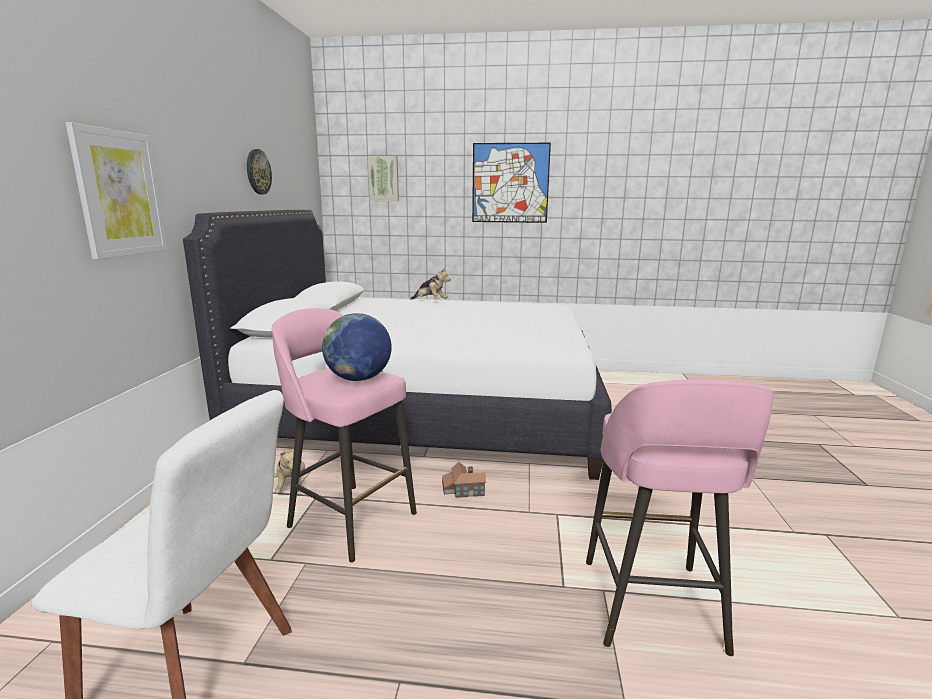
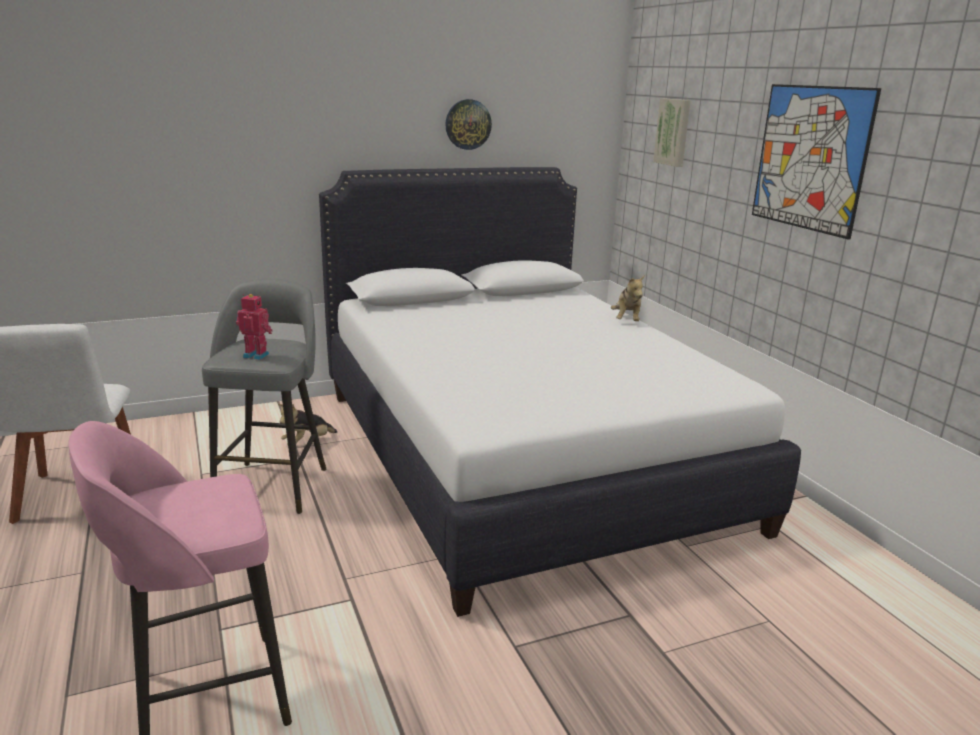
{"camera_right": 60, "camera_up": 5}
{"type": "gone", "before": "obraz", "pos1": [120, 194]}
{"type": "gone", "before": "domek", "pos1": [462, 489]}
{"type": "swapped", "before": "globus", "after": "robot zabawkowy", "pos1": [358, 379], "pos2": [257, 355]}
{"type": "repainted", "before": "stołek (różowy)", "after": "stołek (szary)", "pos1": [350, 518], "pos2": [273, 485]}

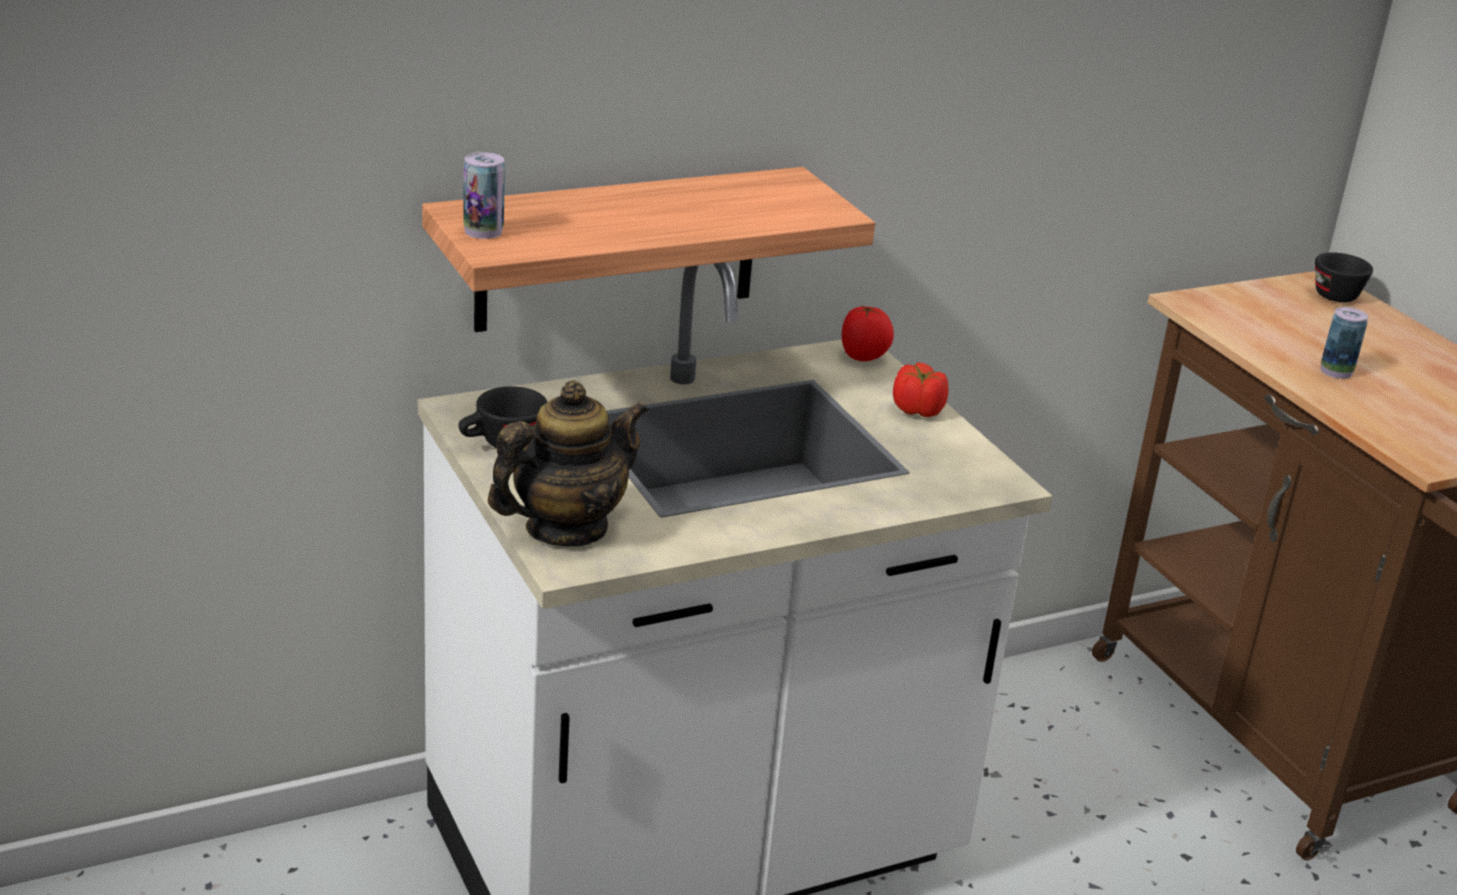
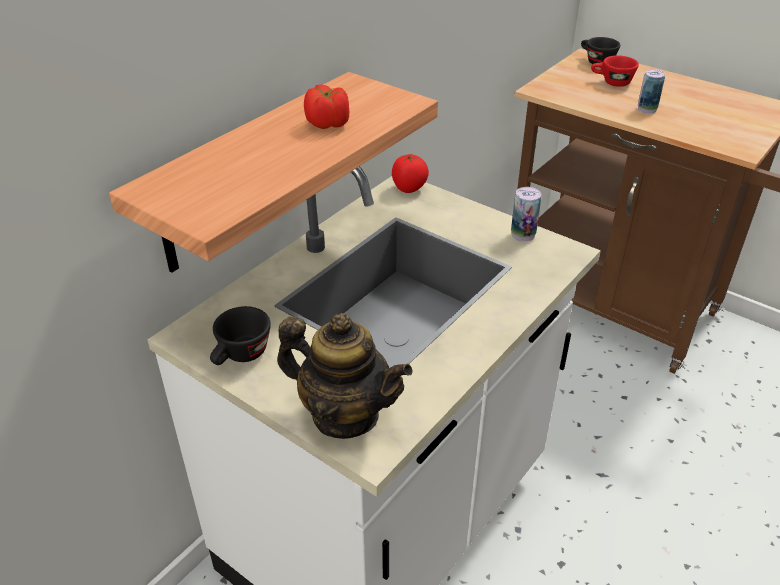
{"camera_right": -25, "camera_up": 10}
{"type": "new", "after": "filiżanka (czerwony)", "pos2": [611, 82]}
{"type": "shifted", "before": "puszka", "pos1": [483, 231], "pos2": [523, 234]}
{"type": "shifted", "before": "pomidor", "pos1": [918, 410], "pos2": [328, 124]}
{"type": "rotated", "before": "imbryk", "pos1": [566, 528], "pos2": [345, 415], "turn": 90}

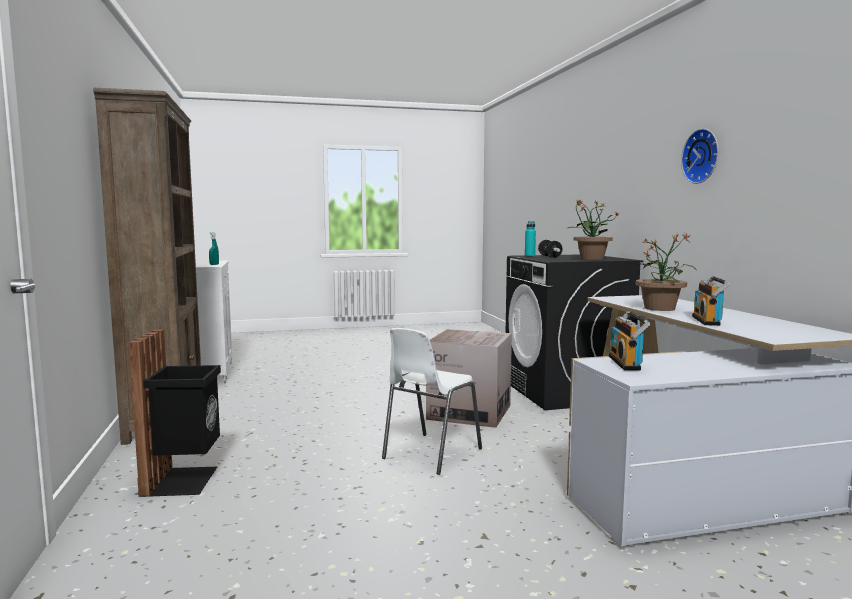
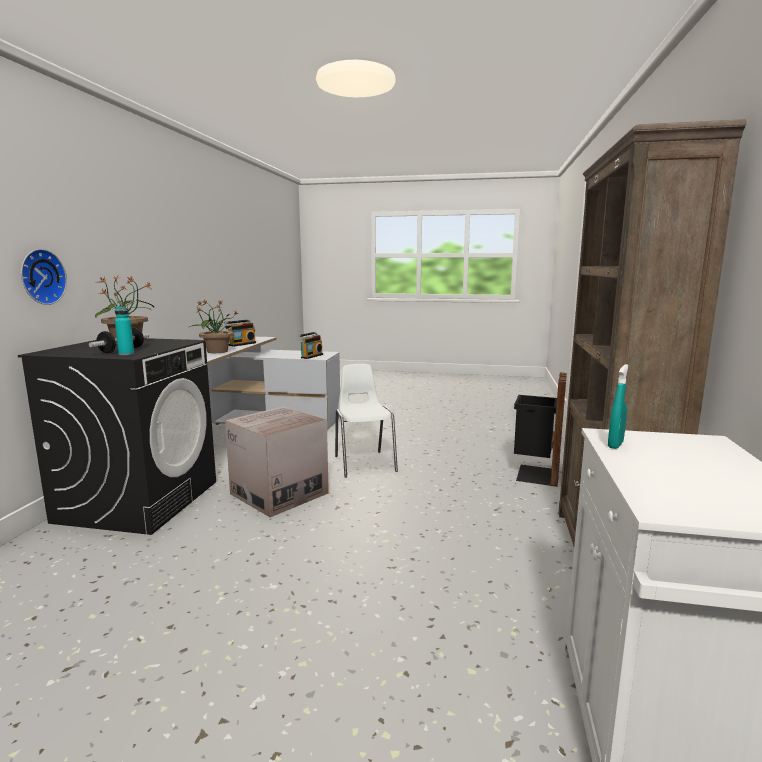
{"camera_right": -155, "camera_up": 5}
{"type": "shifted", "before": "zegar ścienny", "pos1": [703, 156], "pos2": [40, 277]}
{"type": "rotated", "before": "krzesło (biały)", "pos1": [430, 454], "pos2": [364, 463], "turn": -75}

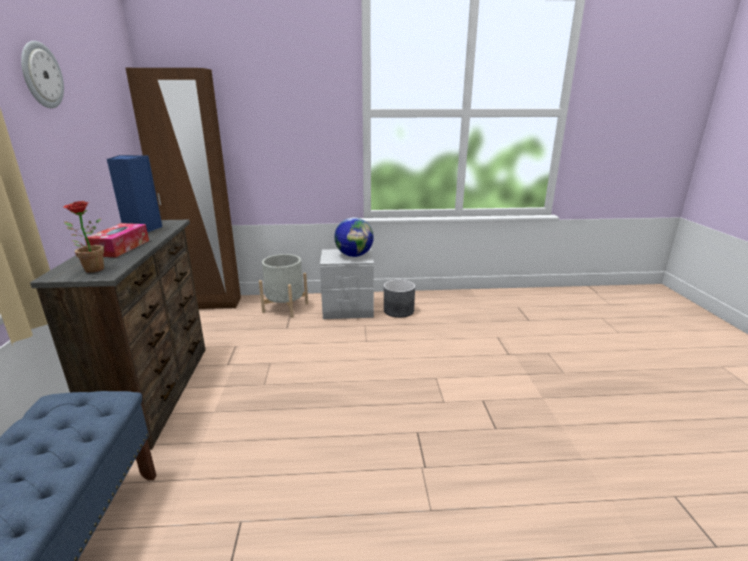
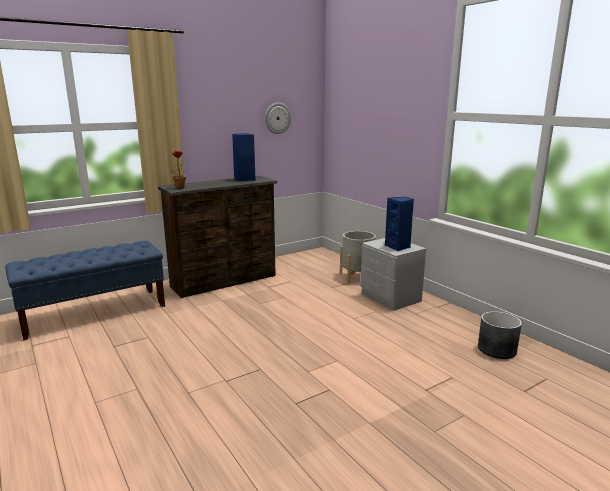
{"camera_right": 60, "camera_up": -5}
{"type": "gone", "before": "pudełko chusteczek", "pos1": [120, 248]}
{"type": "gone", "before": "szafa (brązowy)", "pos1": [208, 304]}
{"type": "shifted", "before": "zegar ścienny", "pos1": [41, 75], "pos2": [277, 118]}
{"type": "shifted", "before": "donica (szary)", "pos1": [398, 311], "pos2": [496, 349]}
{"type": "swapped", "before": "globus", "after": "głośnik (niebieski)", "pos1": [354, 255], "pos2": [398, 247]}

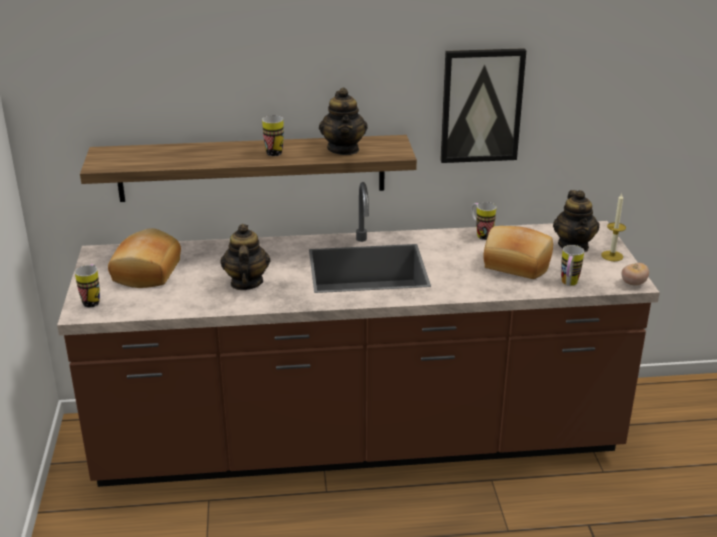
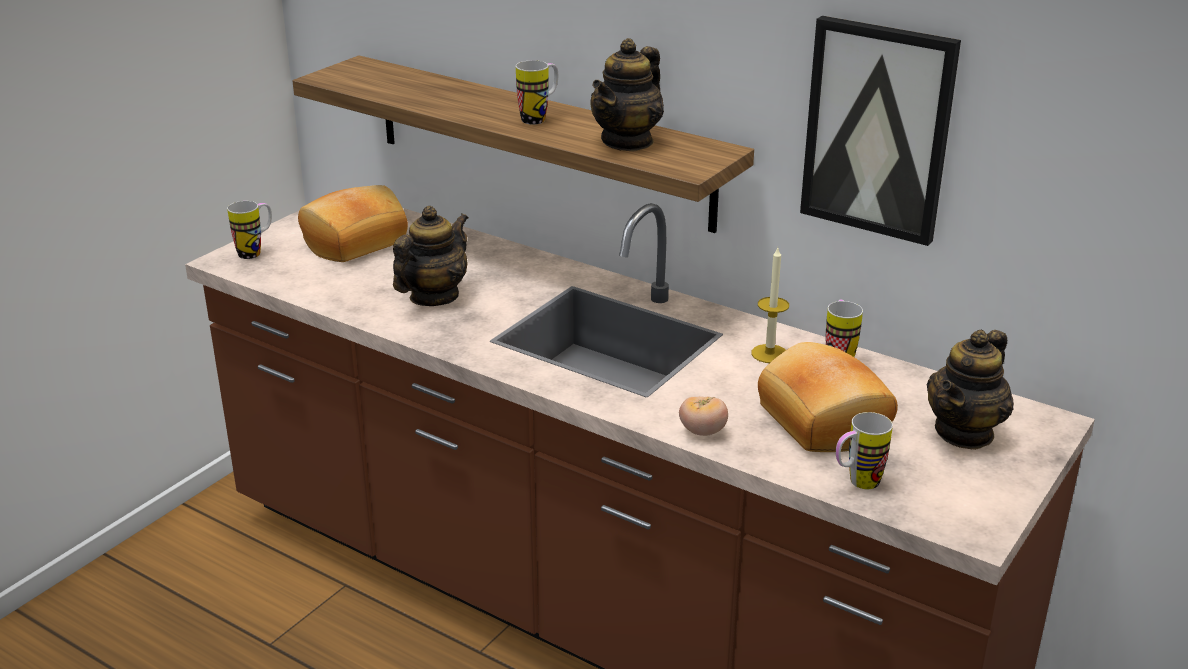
{"camera_right": 40, "camera_up": 0}
{"type": "shifted", "before": "świeca", "pos1": [612, 256], "pos2": [769, 354]}
{"type": "shifted", "before": "pomidor", "pos1": [633, 283], "pos2": [702, 431]}

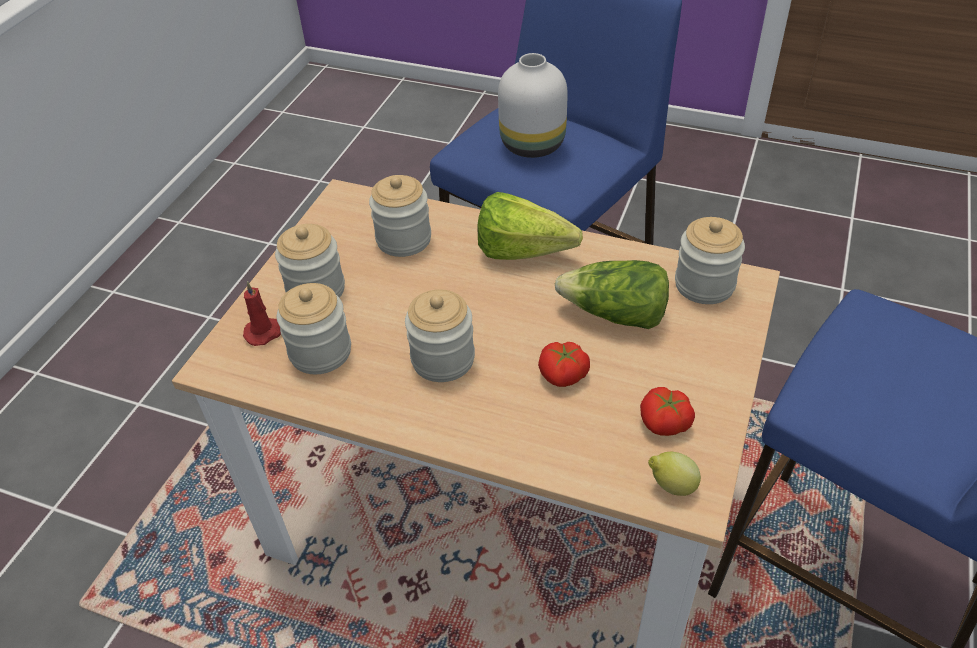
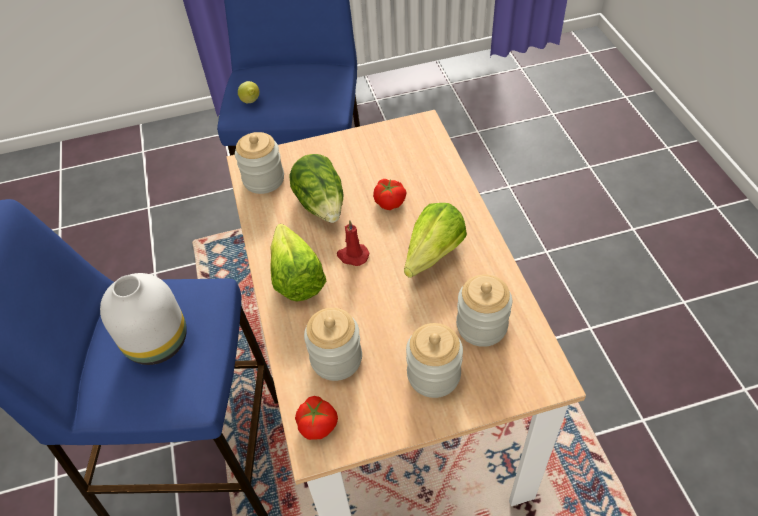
{"camera_right": -125, "camera_up": 5}
{"type": "shifted", "before": "świeca (czerwony)", "pos1": [265, 332], "pos2": [352, 255]}
{"type": "shifted", "before": "pomidor", "pos1": [665, 423], "pos2": [318, 424]}
{"type": "shifted", "before": "cytryna", "pos1": [671, 486], "pos2": [251, 102]}
{"type": "swapped", "before": "słoik", "after": "sałata", "pos1": [443, 359], "pos2": [427, 259]}

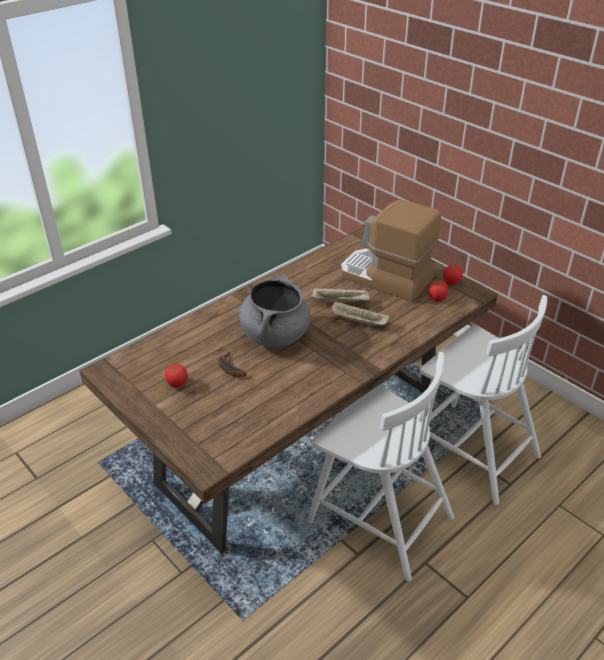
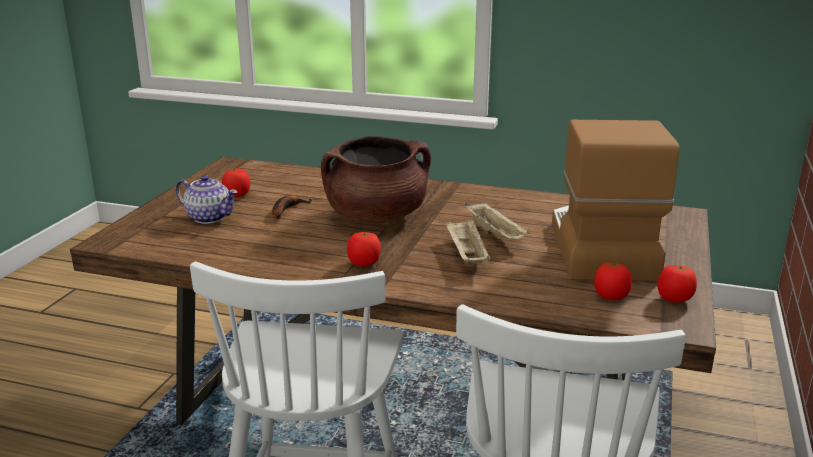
{"camera_right": 60, "camera_up": -15}
{"type": "new", "after": "imbryk", "pos2": [209, 217]}
{"type": "new", "after": "pomidor", "pos2": [364, 263]}
{"type": "repainted", "before": "garnek (szary)", "after": "garnek (brązowy)", "pos1": [275, 335], "pos2": [376, 216]}

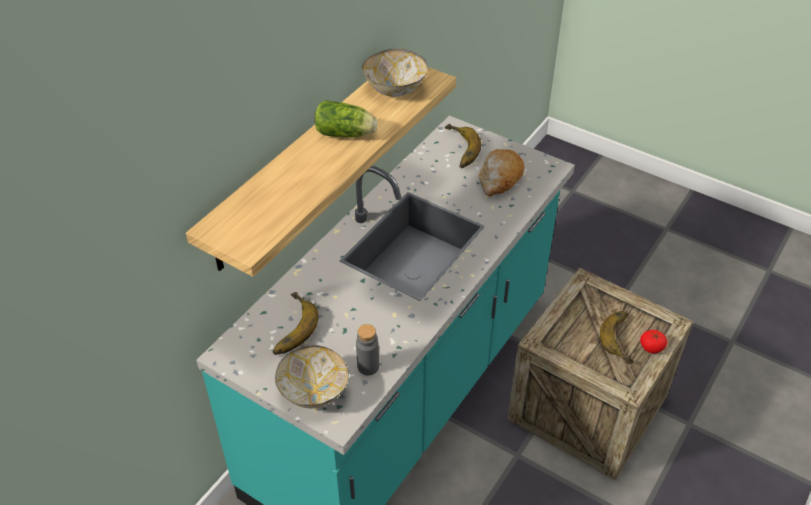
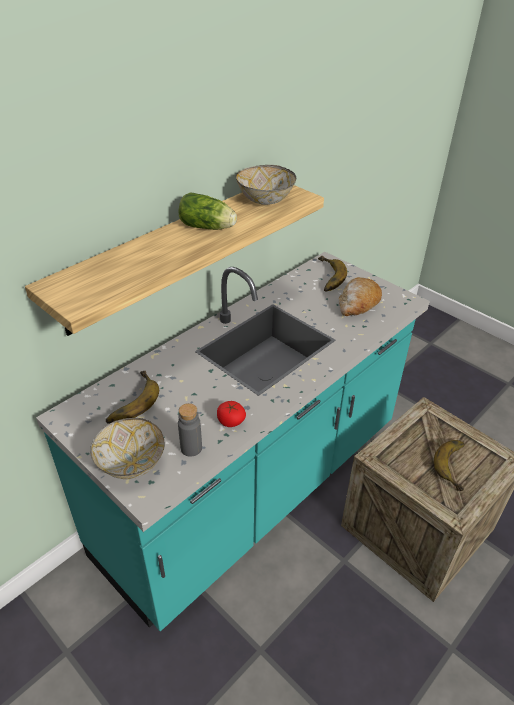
{"camera_right": 10, "camera_up": -5}
{"type": "shifted", "before": "pomidor", "pos1": [651, 347], "pos2": [231, 421]}

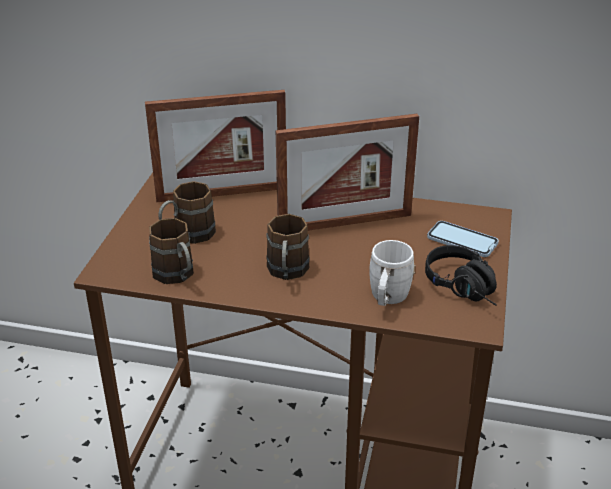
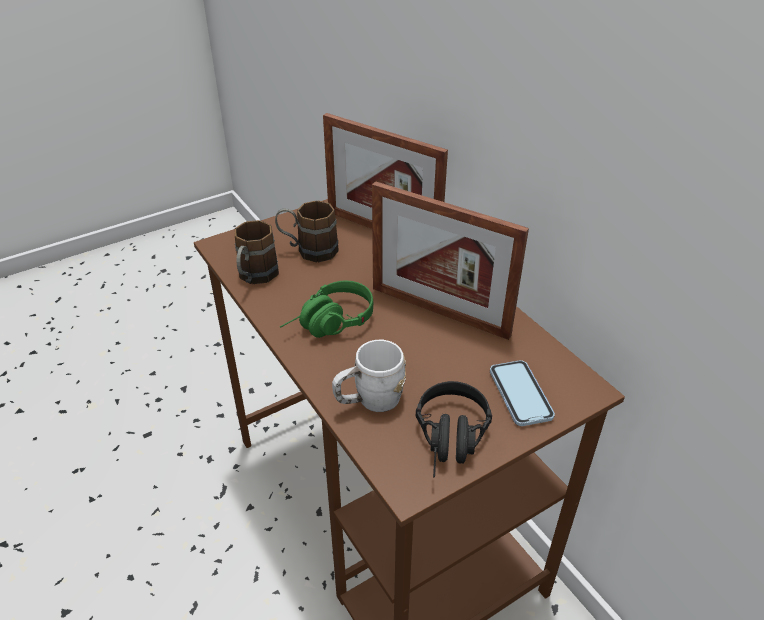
{"camera_right": 45, "camera_up": 5}
{"type": "swapped", "before": "kubek (brązowy)", "after": "słuchawki (zielony)", "pos1": [287, 273], "pos2": [329, 325]}

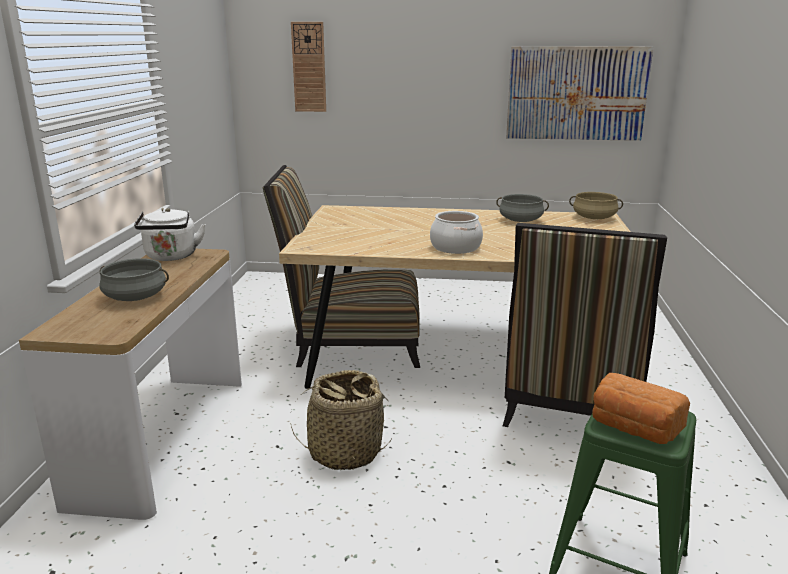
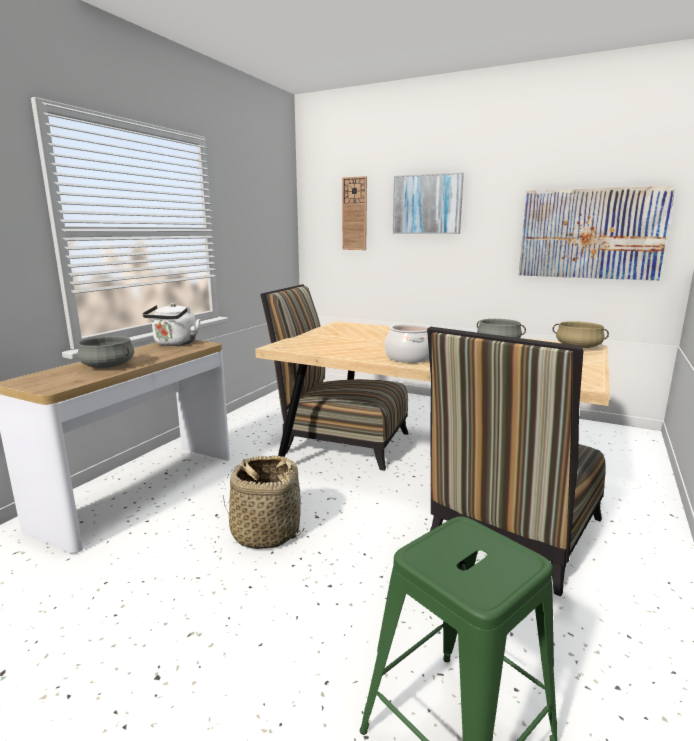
{"camera_right": 20, "camera_up": -5}
{"type": "gone", "before": "chleb", "pos1": [633, 428]}
{"type": "new", "after": "obraz", "pos2": [427, 204]}

